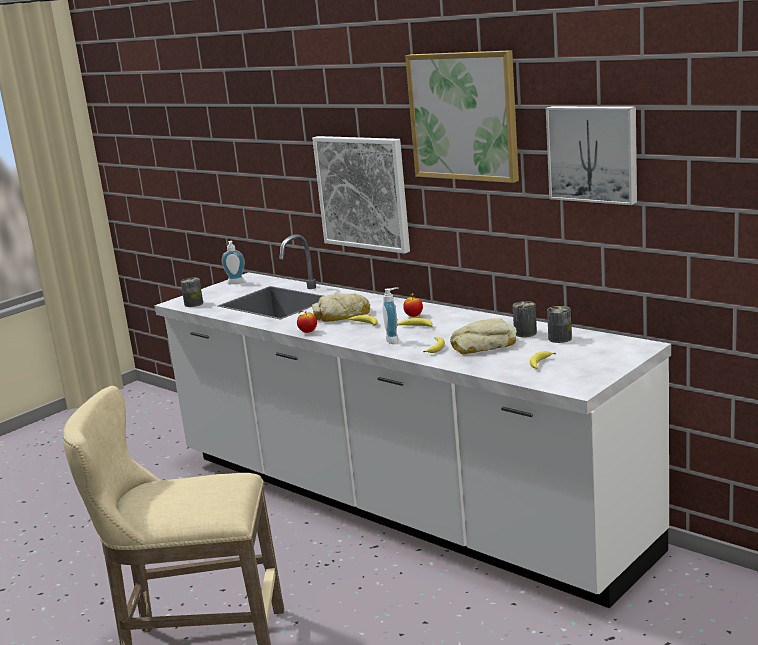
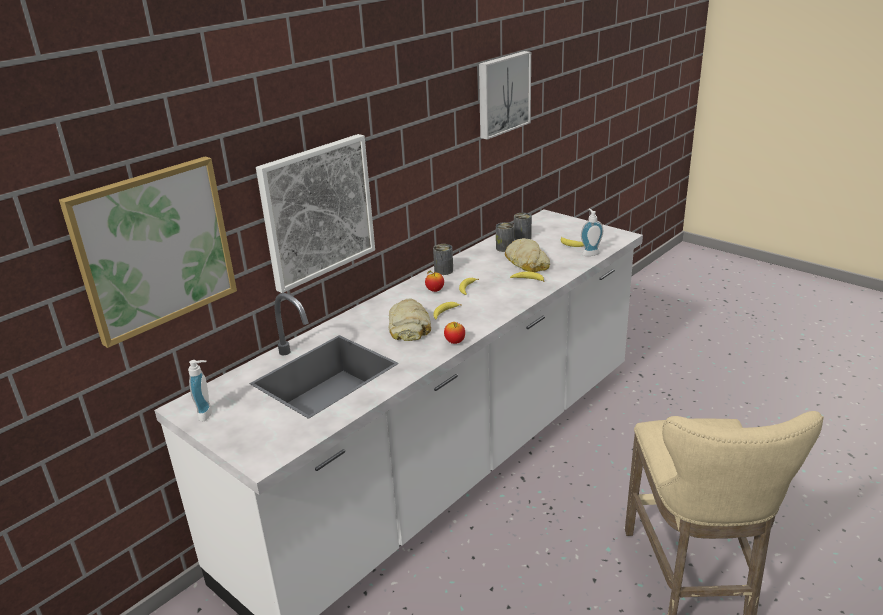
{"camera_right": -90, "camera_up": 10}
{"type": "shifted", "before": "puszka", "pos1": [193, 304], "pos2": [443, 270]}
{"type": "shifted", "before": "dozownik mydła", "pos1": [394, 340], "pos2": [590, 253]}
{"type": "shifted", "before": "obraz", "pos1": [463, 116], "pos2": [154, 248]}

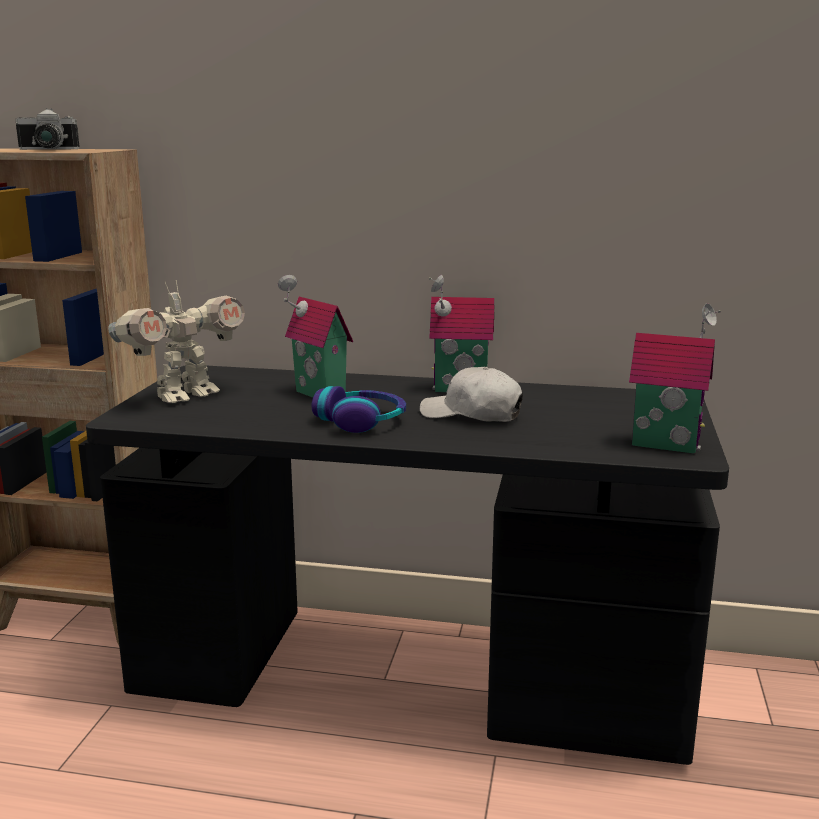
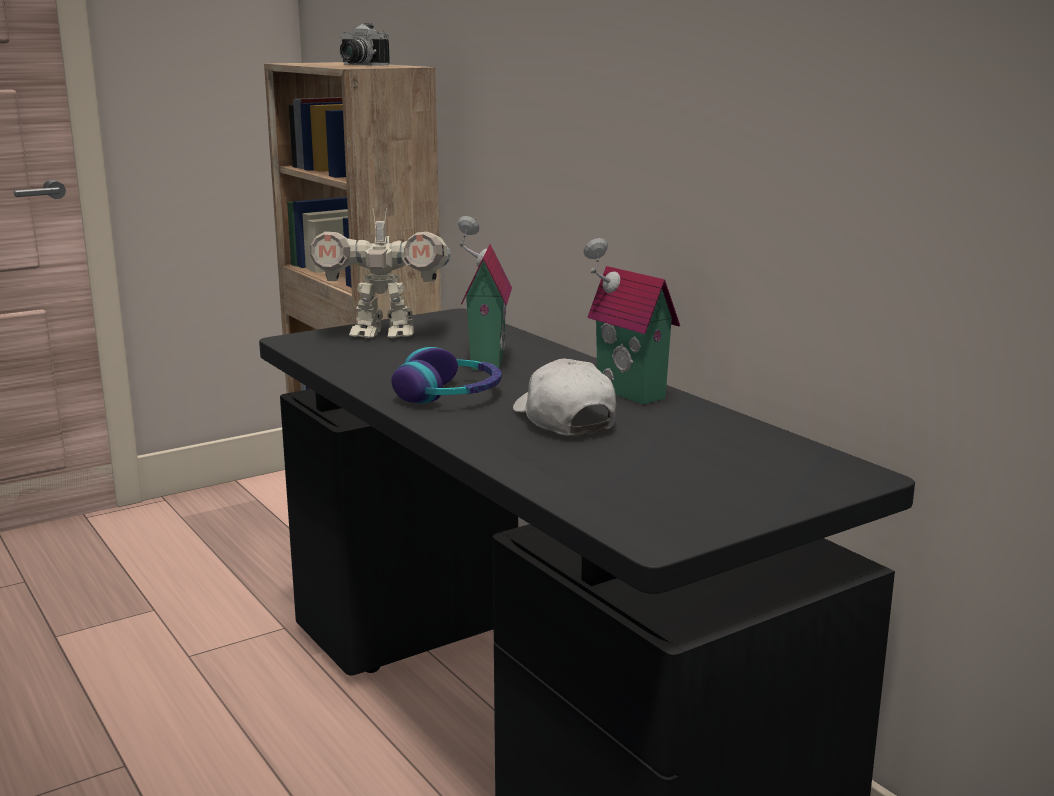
{"camera_right": 45, "camera_up": 0}
{"type": "gone", "before": "domek", "pos1": [666, 443]}

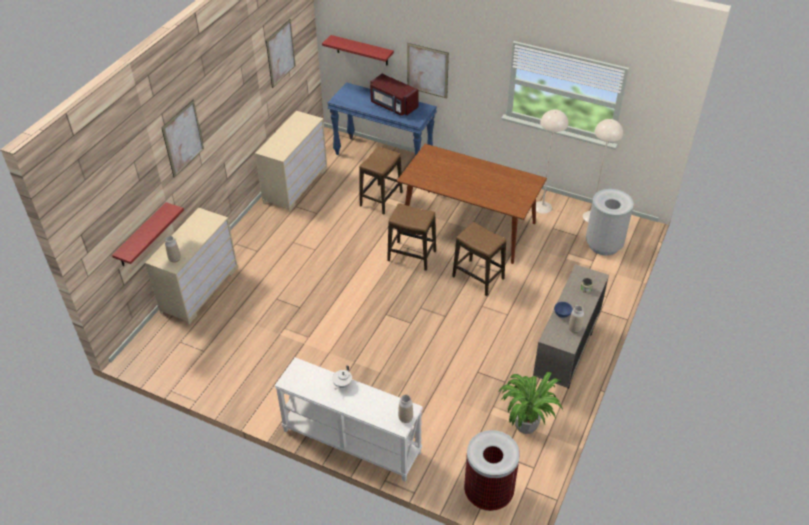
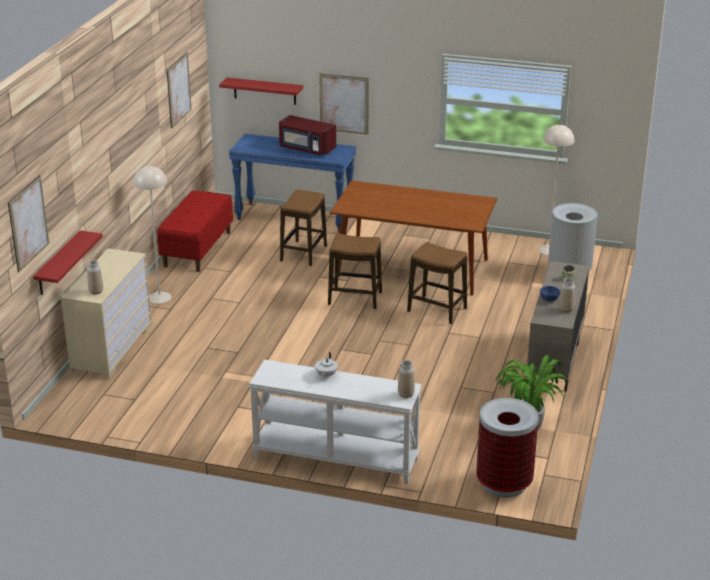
{"camera_right": -10, "camera_up": -15}
{"type": "shifted", "before": "obraz", "pos1": [183, 138], "pos2": [28, 223]}
{"type": "shifted", "before": "lampa stojąca (beżowy)", "pos1": [542, 207], "pos2": [160, 297]}
{"type": "swapped", "before": "komoda (beżowy)", "after": "ławka (czerwony)", "pos1": [295, 185], "pos2": [197, 249]}

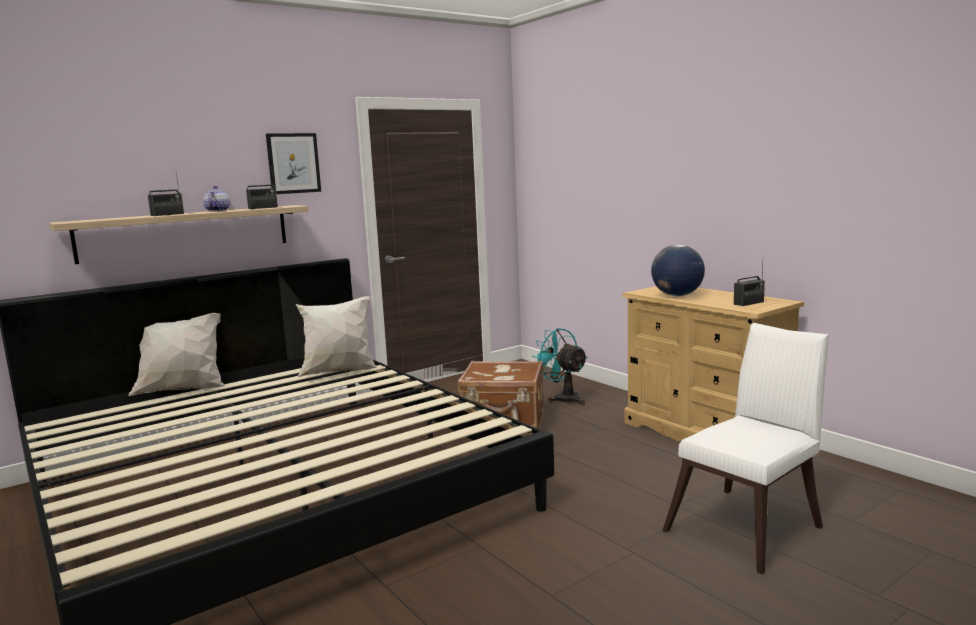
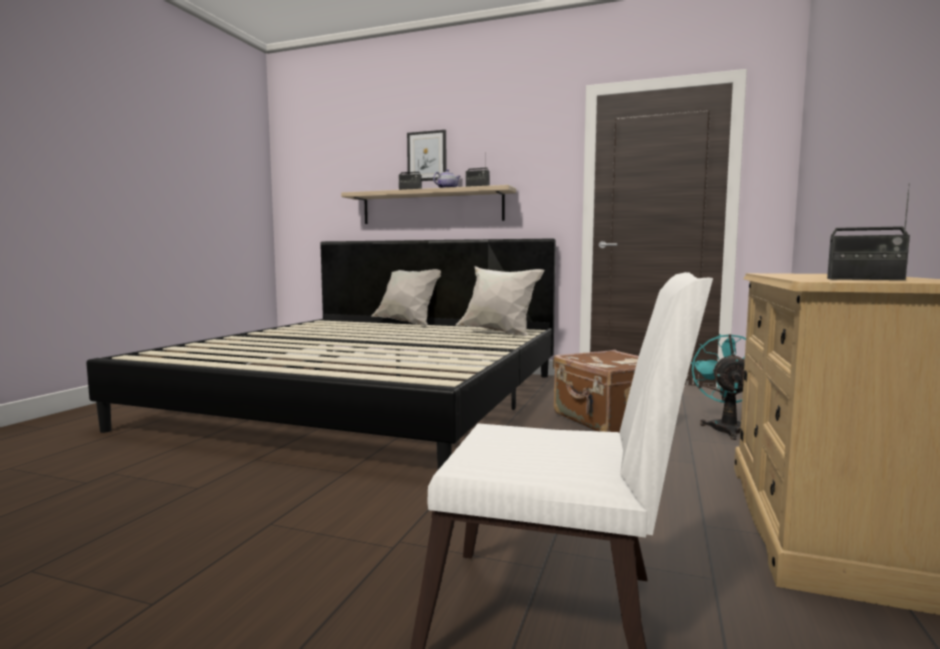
{"camera_right": 55, "camera_up": -5}
{"type": "gone", "before": "globus", "pos1": [677, 295]}
{"type": "shifted", "before": "obraz", "pos1": [293, 163], "pos2": [427, 156]}

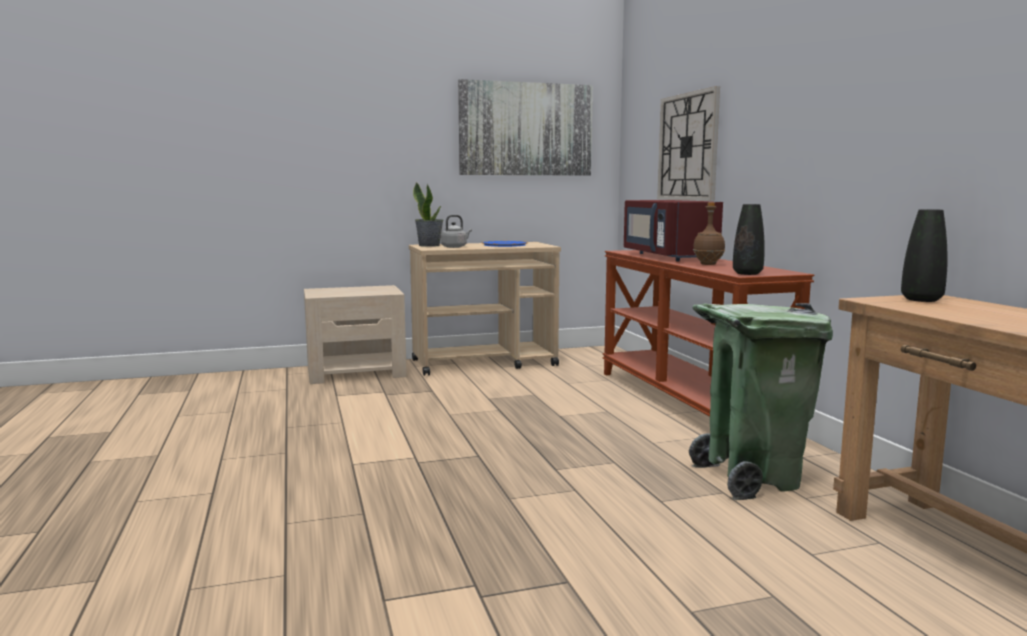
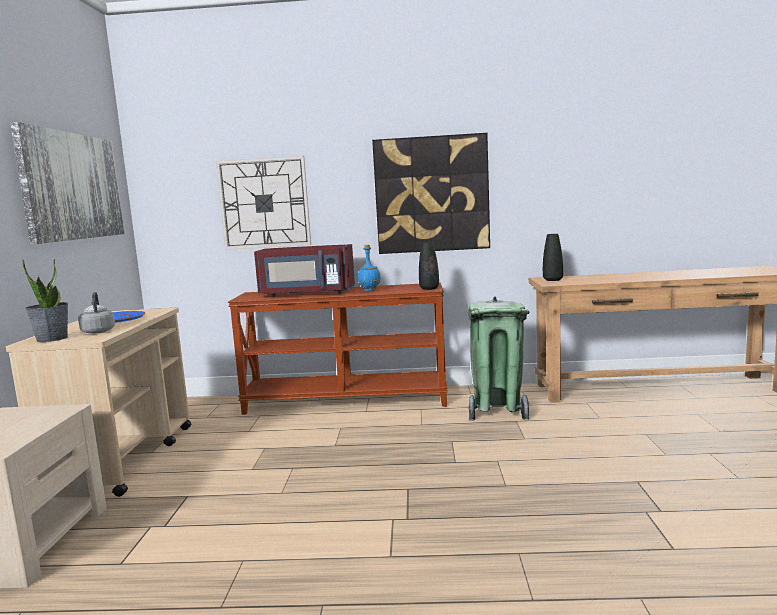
{"camera_right": -70, "camera_up": 0}
{"type": "new", "after": "obraz", "pos2": [431, 194]}
{"type": "repainted", "before": "butelka (brązowy)", "after": "butelka (niebieski)", "pos1": [708, 264], "pos2": [370, 290]}

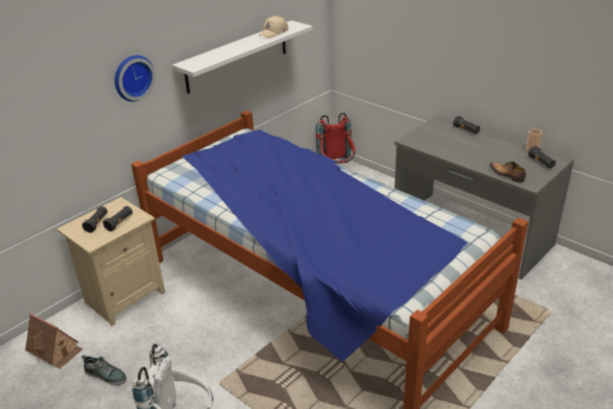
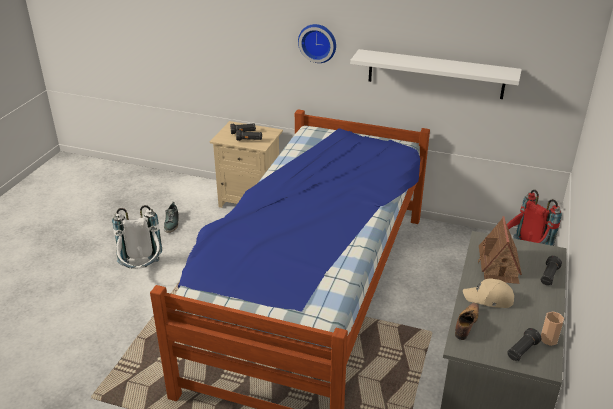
{"camera_right": 65, "camera_up": 0}
{"type": "shifted", "before": "domek", "pos1": [55, 350], "pos2": [499, 266]}
{"type": "shifted", "before": "czapka z daszkiem (beżowy)", "pos1": [274, 33], "pos2": [489, 298]}

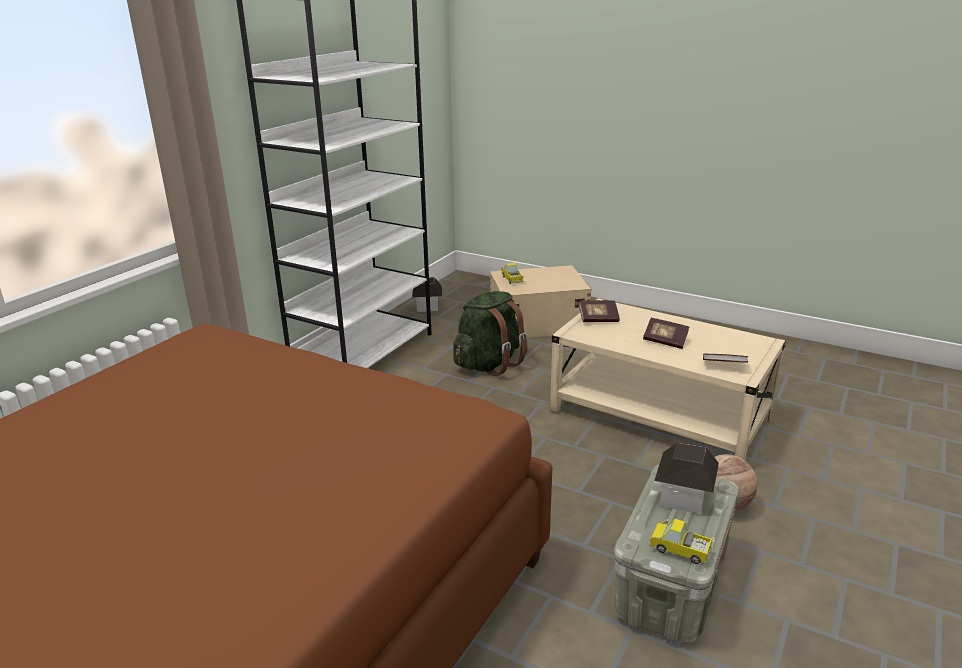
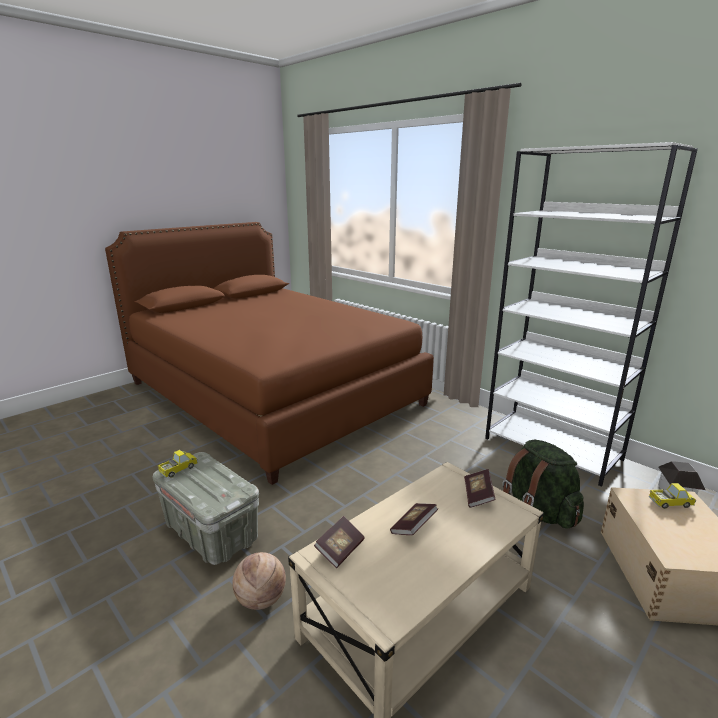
{"camera_right": 105, "camera_up": -5}
{"type": "gone", "before": "domek", "pos1": [683, 497]}

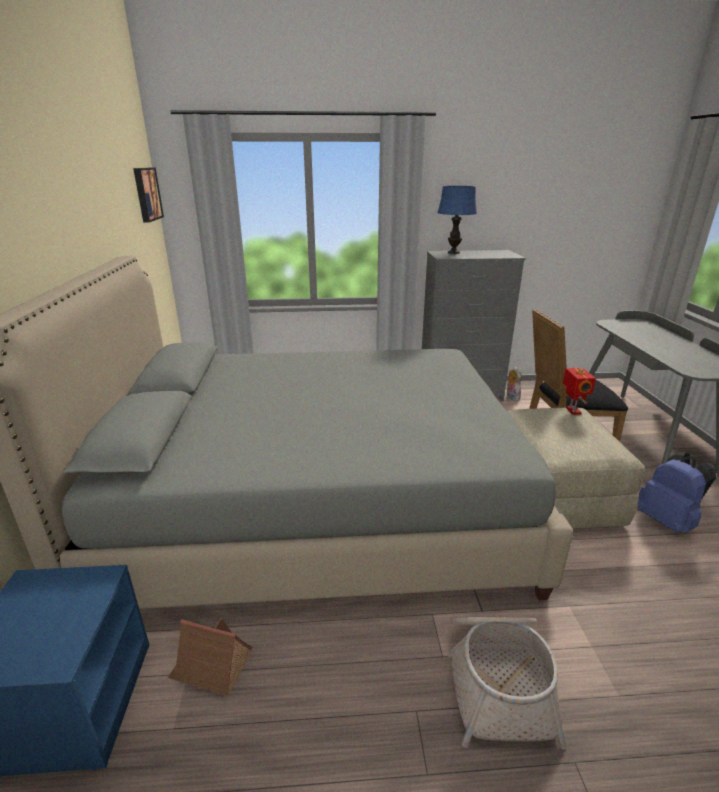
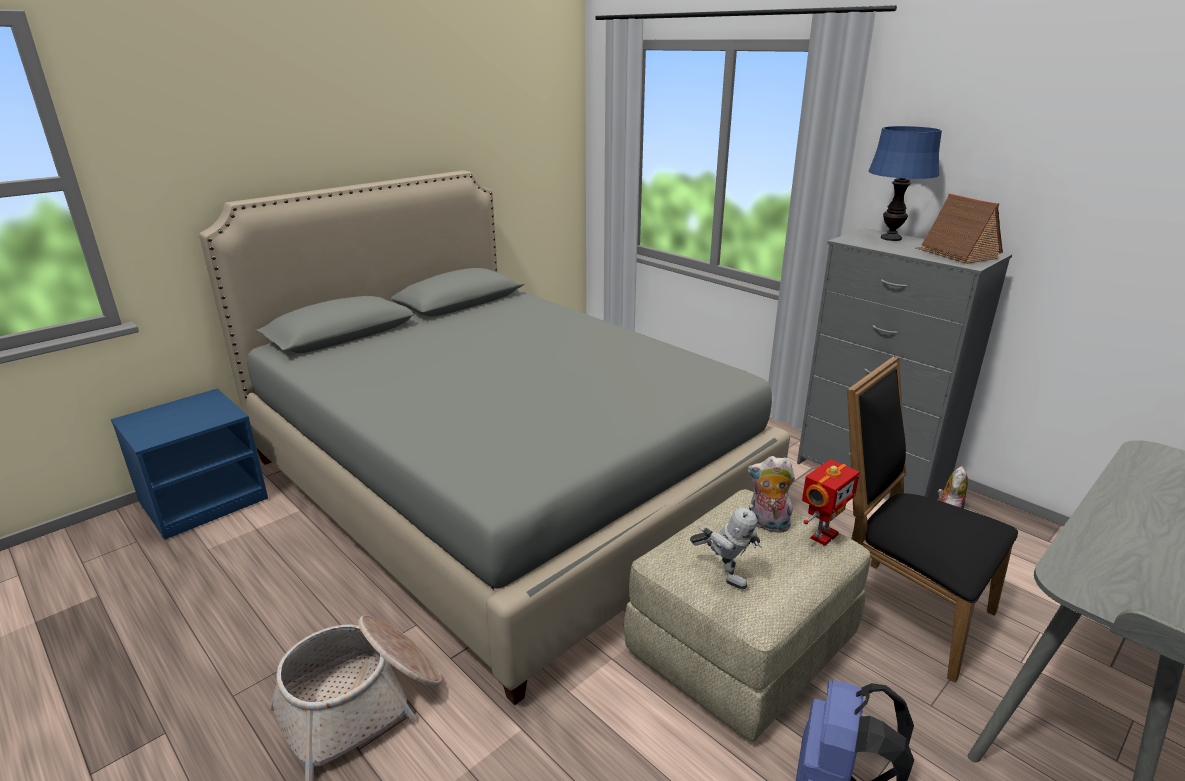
{"camera_right": 50, "camera_up": 0}
{"type": "gone", "before": "obraz", "pos1": [146, 194]}
{"type": "new", "after": "robot zabawkowy", "pos2": [724, 574]}
{"type": "new", "after": "pluszak", "pos2": [767, 525]}
{"type": "shifted", "before": "domek", "pos1": [211, 666], "pos2": [956, 254]}

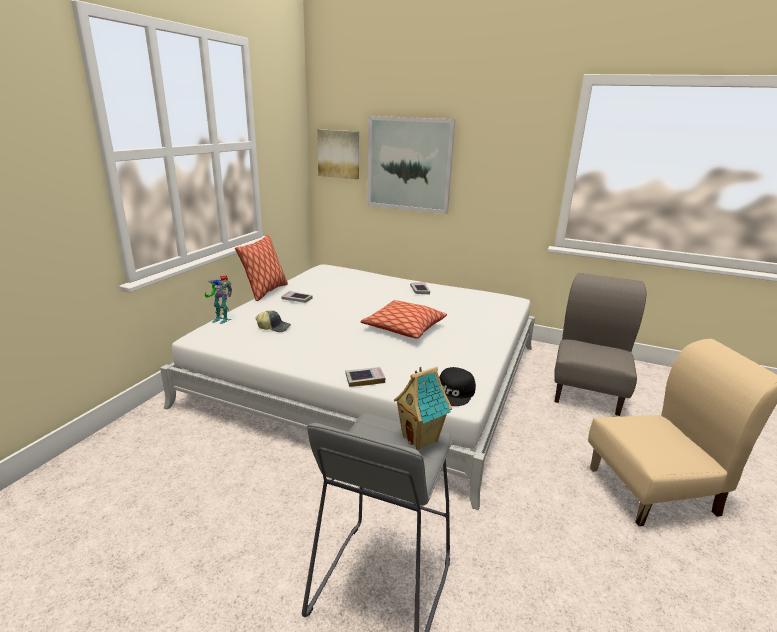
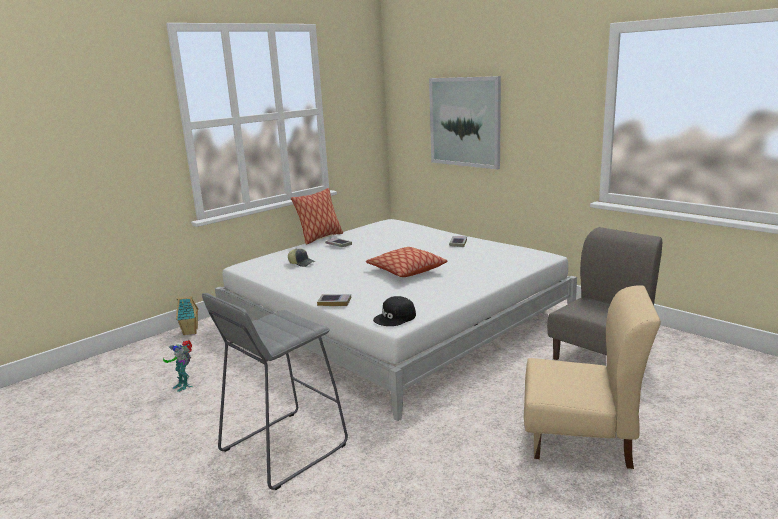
{"camera_right": 25, "camera_up": -5}
{"type": "gone", "before": "obraz", "pos1": [339, 154]}
{"type": "shifted", "before": "robot zabawkowy", "pos1": [222, 319], "pos2": [184, 385]}
{"type": "shifted", "before": "domek", "pos1": [421, 438], "pos2": [191, 332]}

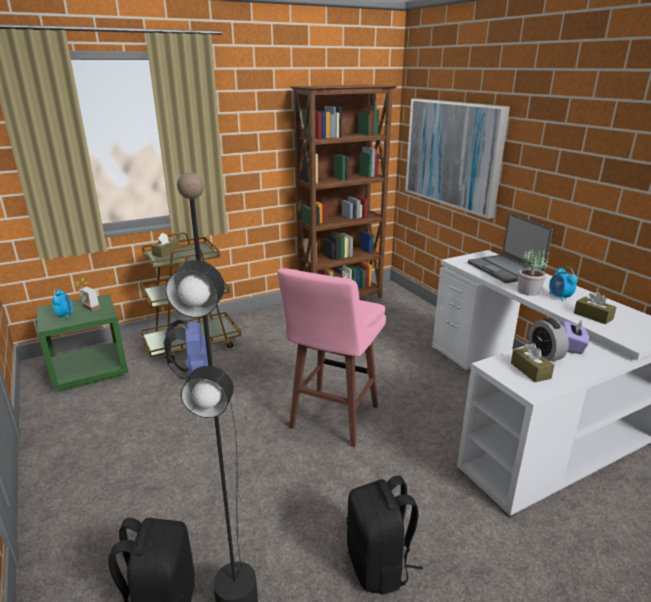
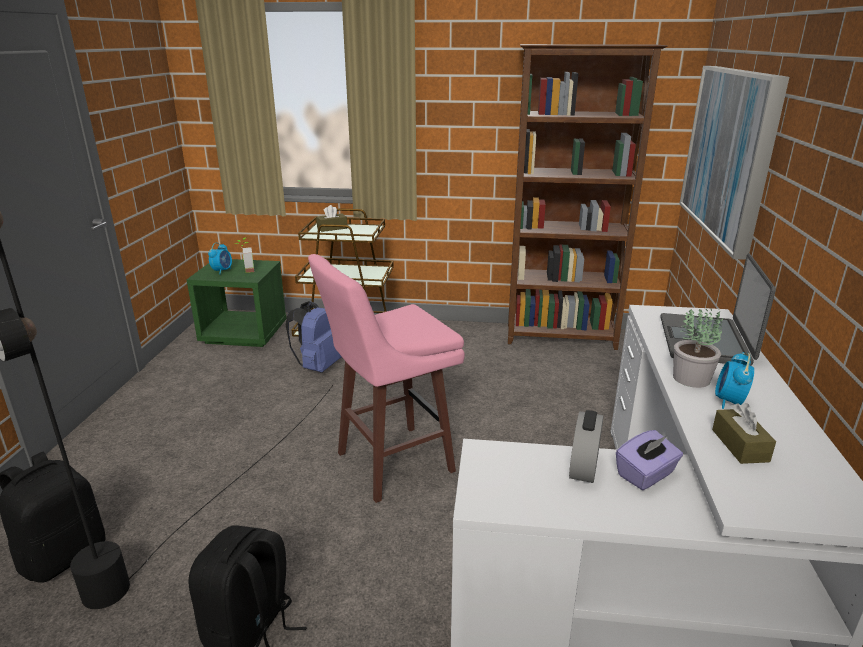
{"camera_right": 35, "camera_up": 0}
{"type": "gone", "before": "pudełko chusteczek (brązowy)", "pos1": [530, 371]}

